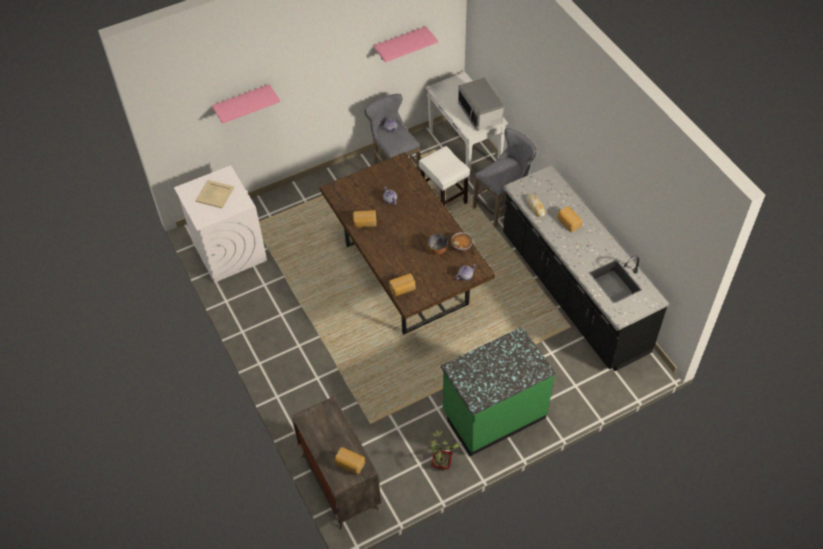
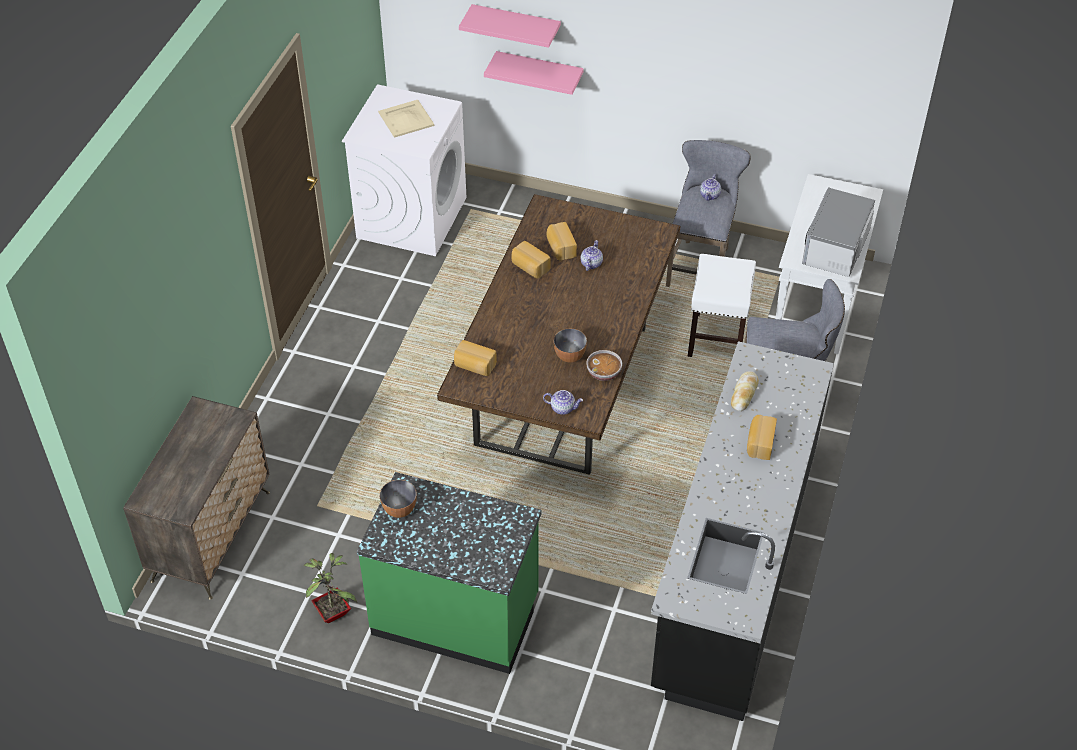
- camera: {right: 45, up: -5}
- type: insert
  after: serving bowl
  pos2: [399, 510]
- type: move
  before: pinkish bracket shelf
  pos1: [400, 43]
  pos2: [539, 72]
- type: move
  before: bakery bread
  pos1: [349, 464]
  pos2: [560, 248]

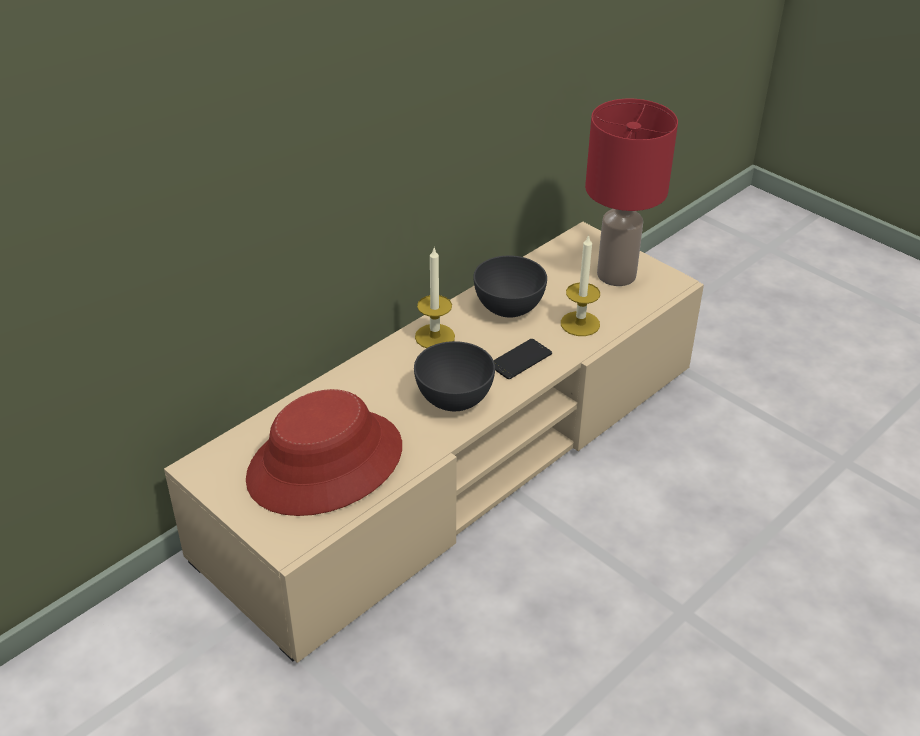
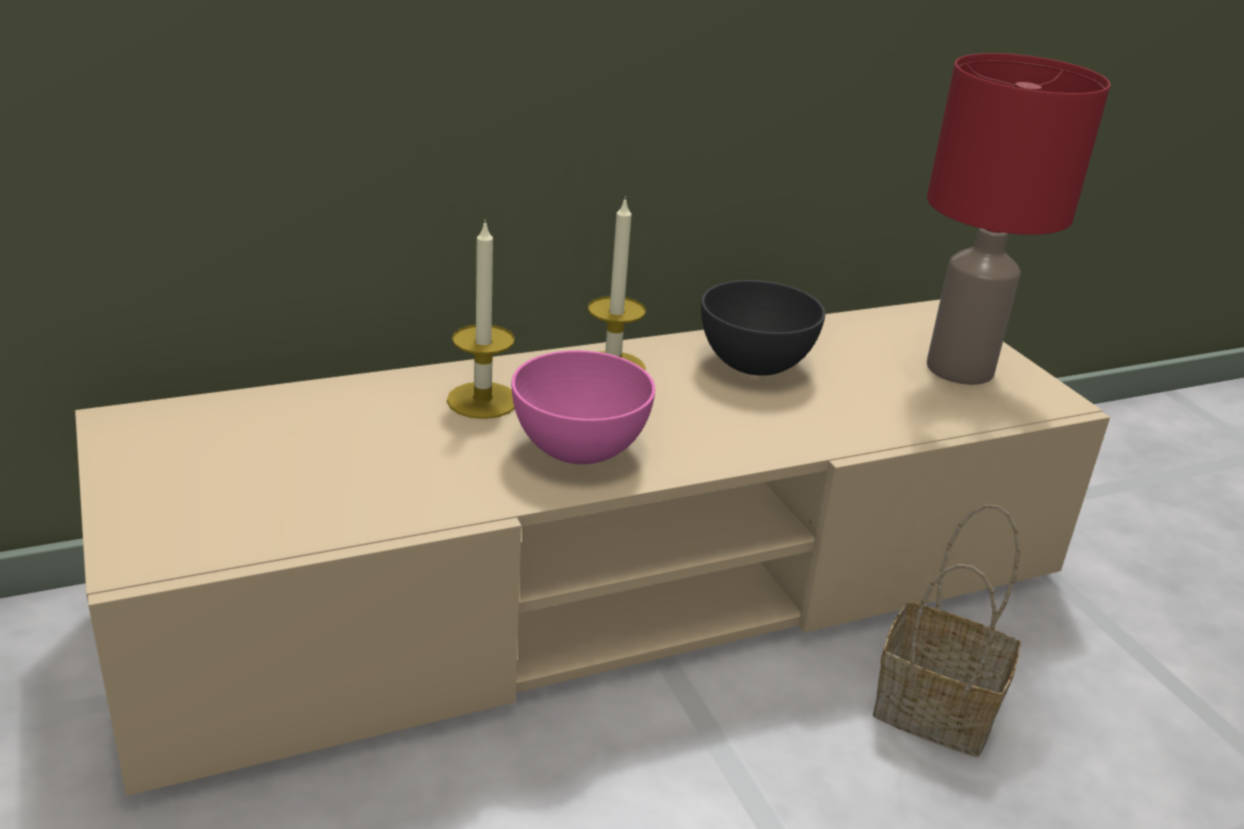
- camera: {right: 20, up: -10}
- type: move
  before: wax candle
  pos1: [580, 324]
  pos2: [482, 400]
- type: recolor
  before: greyish serving bowl
  after: pinkish serving bowl
  pos1: [454, 399]
  pos2: [579, 449]
- type: insert
  after: household basket
  pos2: [939, 711]
- type: delete
  before: red wearable hat
  pos1: [325, 464]
- type: delete
  before: handset
  pos1: [520, 359]

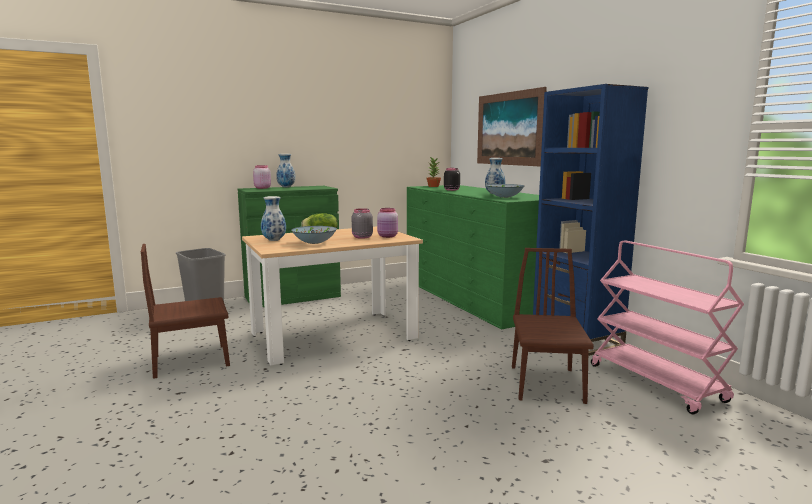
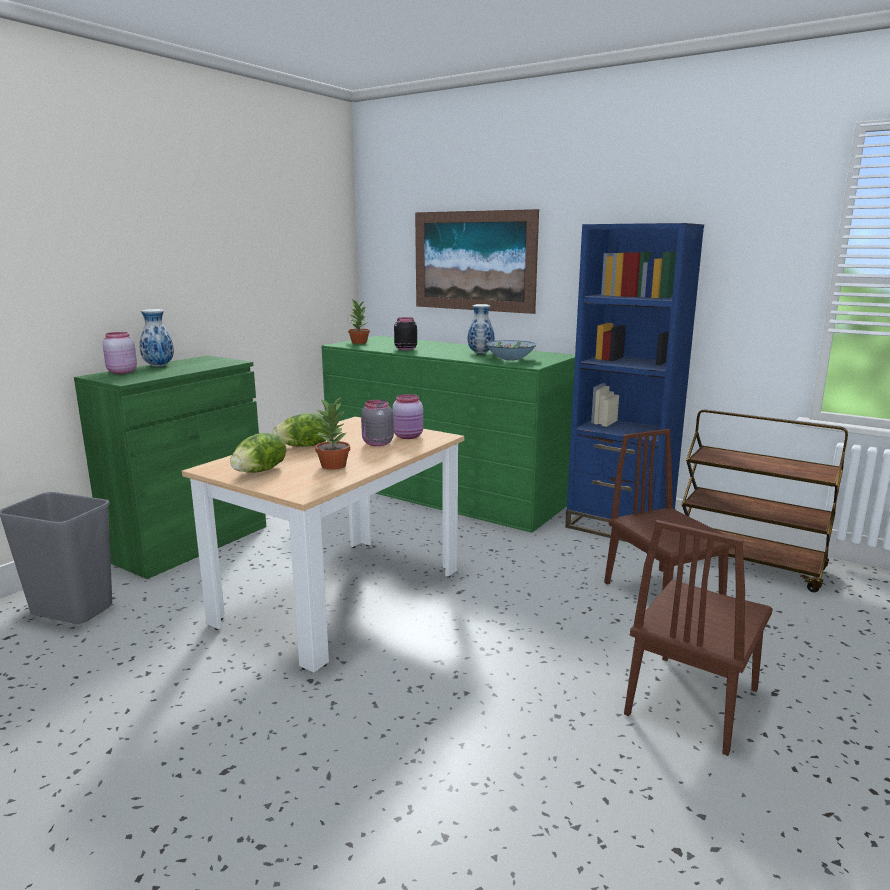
- camera: {right: -30, up: 5}
- type: replace
  before: vase
  after: lettuce head
  pos1: [274, 240]
  pos2: [261, 471]
- type: replace
  before: serving bowl
  after: plant in a pot
  pos1: [314, 242]
  pos2: [334, 466]
- type: move
  before: brown-coloured chair
  pos1: [191, 361]
  pos2: [692, 701]
- type: recolor
  before: pinkish cart
  after: brown-coloured cart
  pos1: [657, 383]
  pos2: [749, 564]

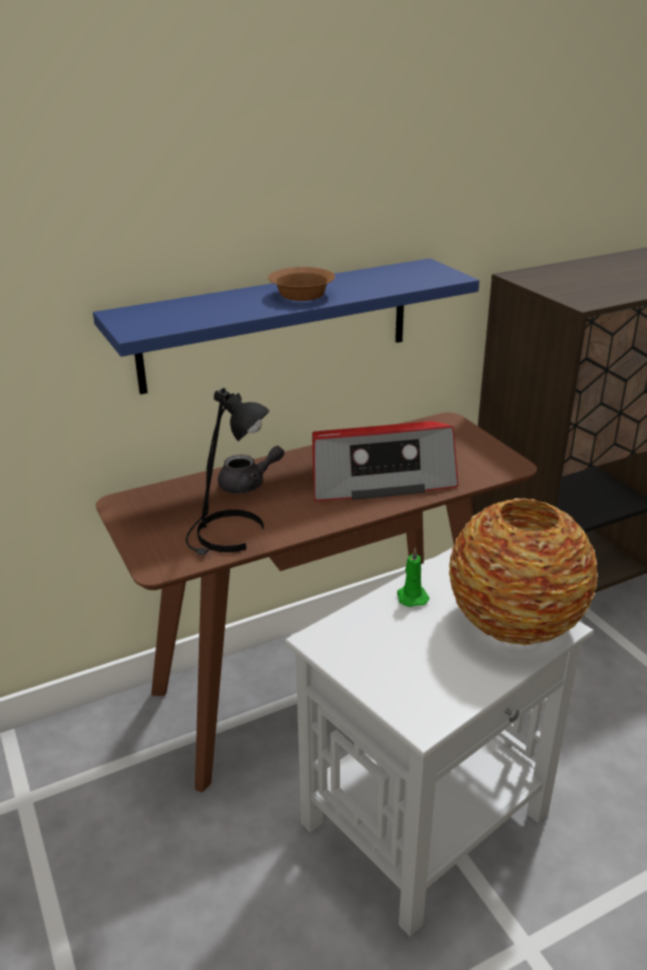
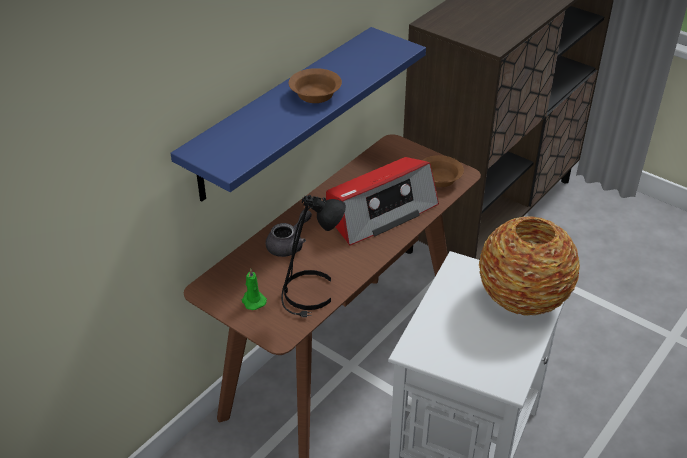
- camera: {right: -25, up: 10}
- type: move
  before: green-coloured wax candle
  pos1: [411, 596]
  pos2: [253, 301]
- type: insert
  after: brown-coloured serving bowl
  pos2: [441, 179]

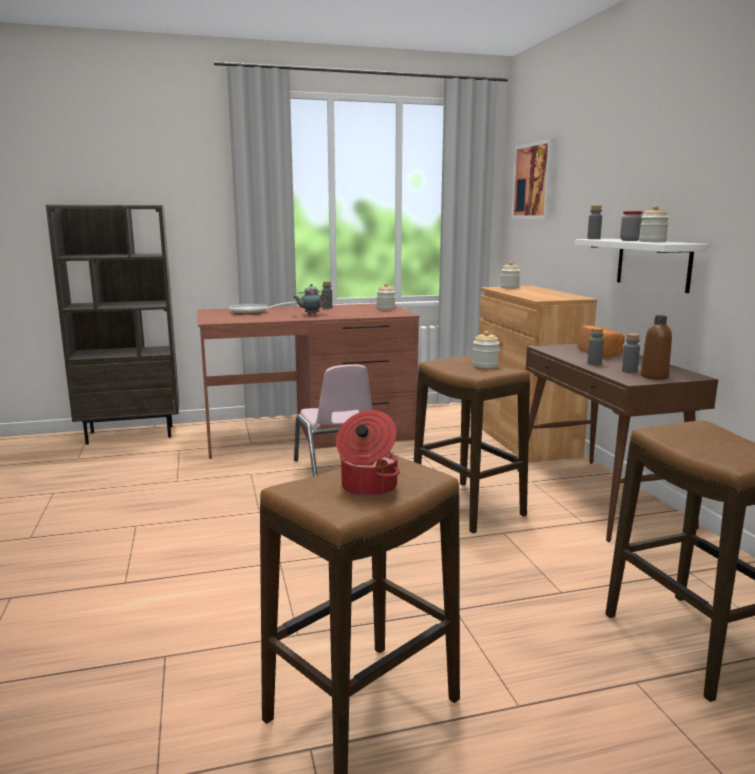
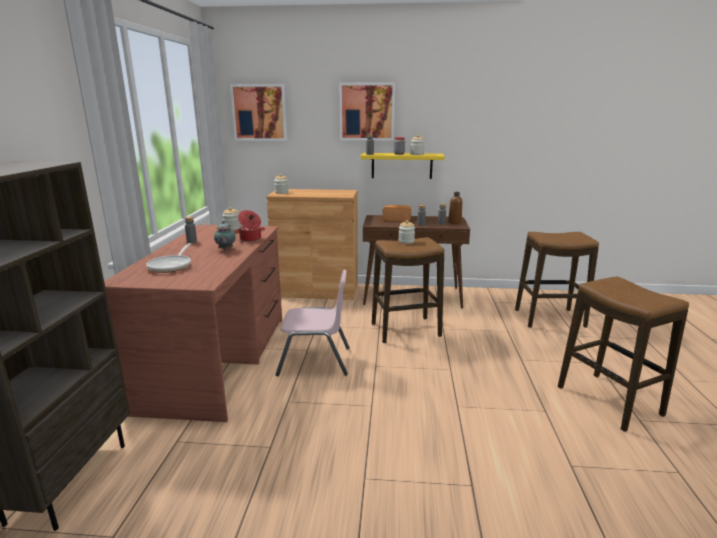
- camera: {right: -70, up: 5}
- type: move
  before: stockpot
  pos1: [367, 487]
  pos2: [250, 239]
- type: insert
  after: wall art
  pos2: [367, 112]
- type: recolor
  before: whitish bracket shelf
  after: yellow-coloured bracket shelf
  pos1: [653, 264]
  pos2: [401, 165]

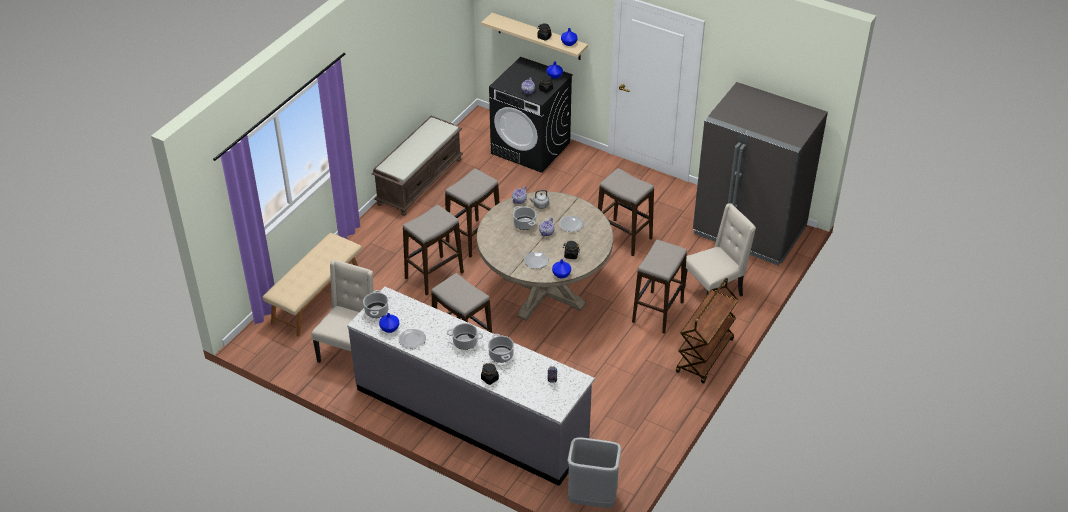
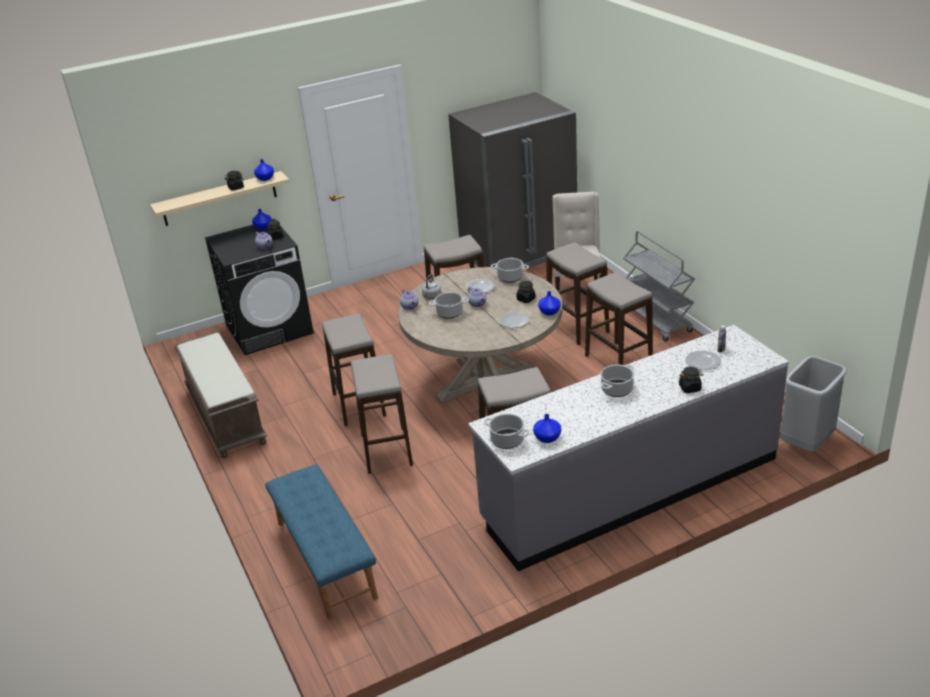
- camera: {right: -55, up: -10}
- type: recolor
  before: beige bench
  after: blue bench
  pos1: [316, 297]
  pos2: [324, 559]
- type: move
  before: stockpot
  pos1: [501, 355]
  pos2: [510, 278]
- type: insert
  after: stool seat
  pos2: [618, 361]
- type: recolor
  before: brown-coloured cart
  after: greyish cart
  pos1: [705, 356]
  pos2: [657, 321]
- type: move
  before: plate
  pos1: [412, 340]
  pos2: [703, 362]
- type: delete
  before: beige chair
  pos1: [349, 351]

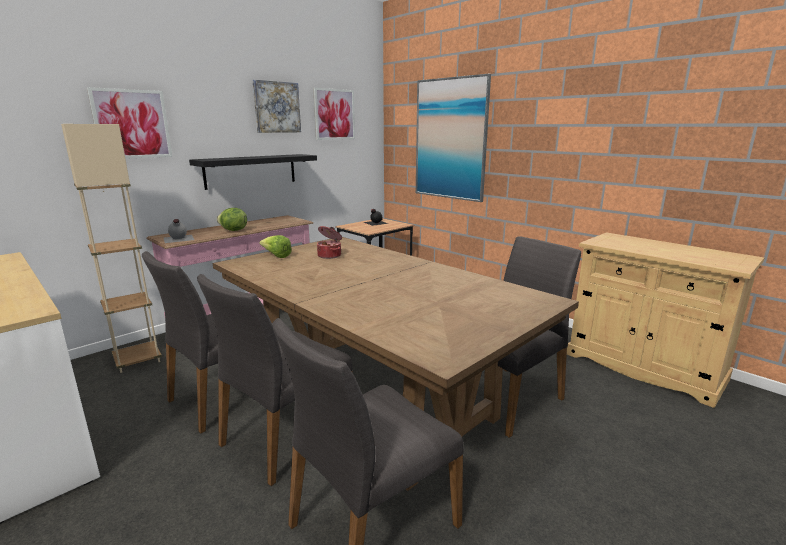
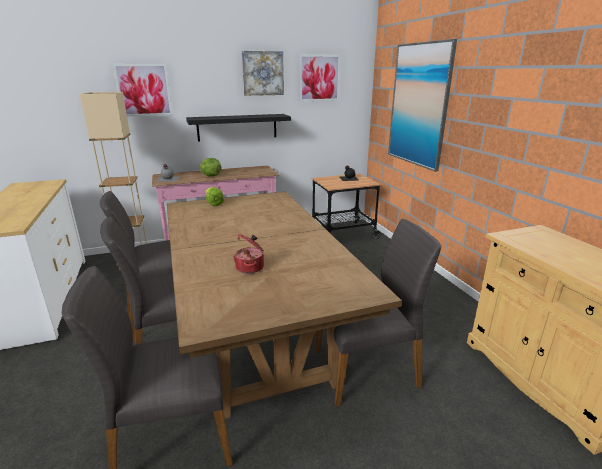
- camera: {right: 25, up: 5}
- type: move
  before: stockpot
  pos1: [330, 255]
  pos2: [250, 267]

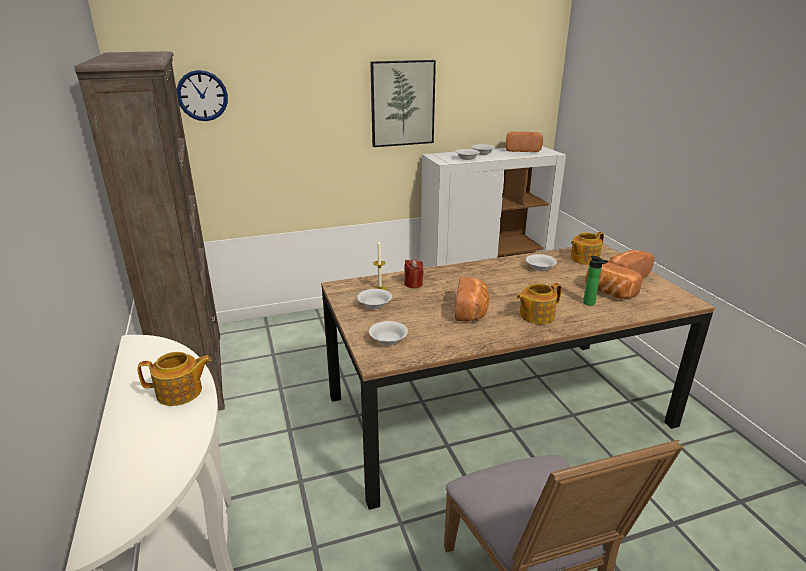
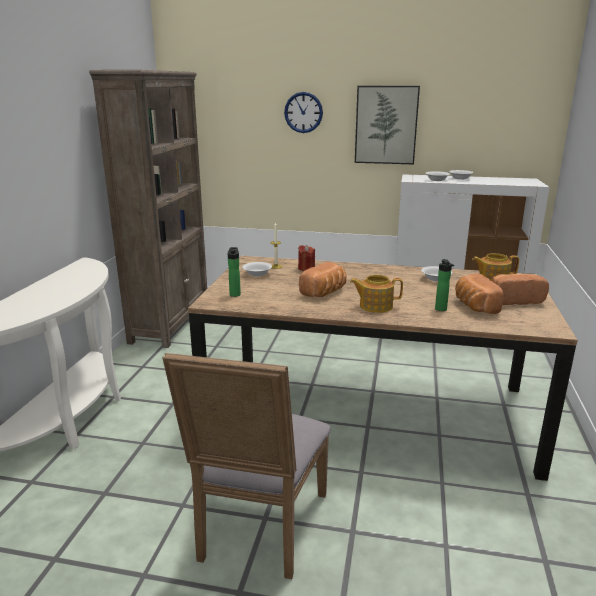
- camera: {right: 30, up: -5}
- type: replace
  before: whitish serving bowl
  after: bottle
  pos1: [388, 340]
  pos2: [235, 294]
- type: move
  before: wall clock
  pos1: [202, 95]
  pos2: [303, 112]
- type: delete
  before: pot for tea
  pos1: [180, 392]
- type: delete
  before: bakery bread
  pos1: [522, 150]

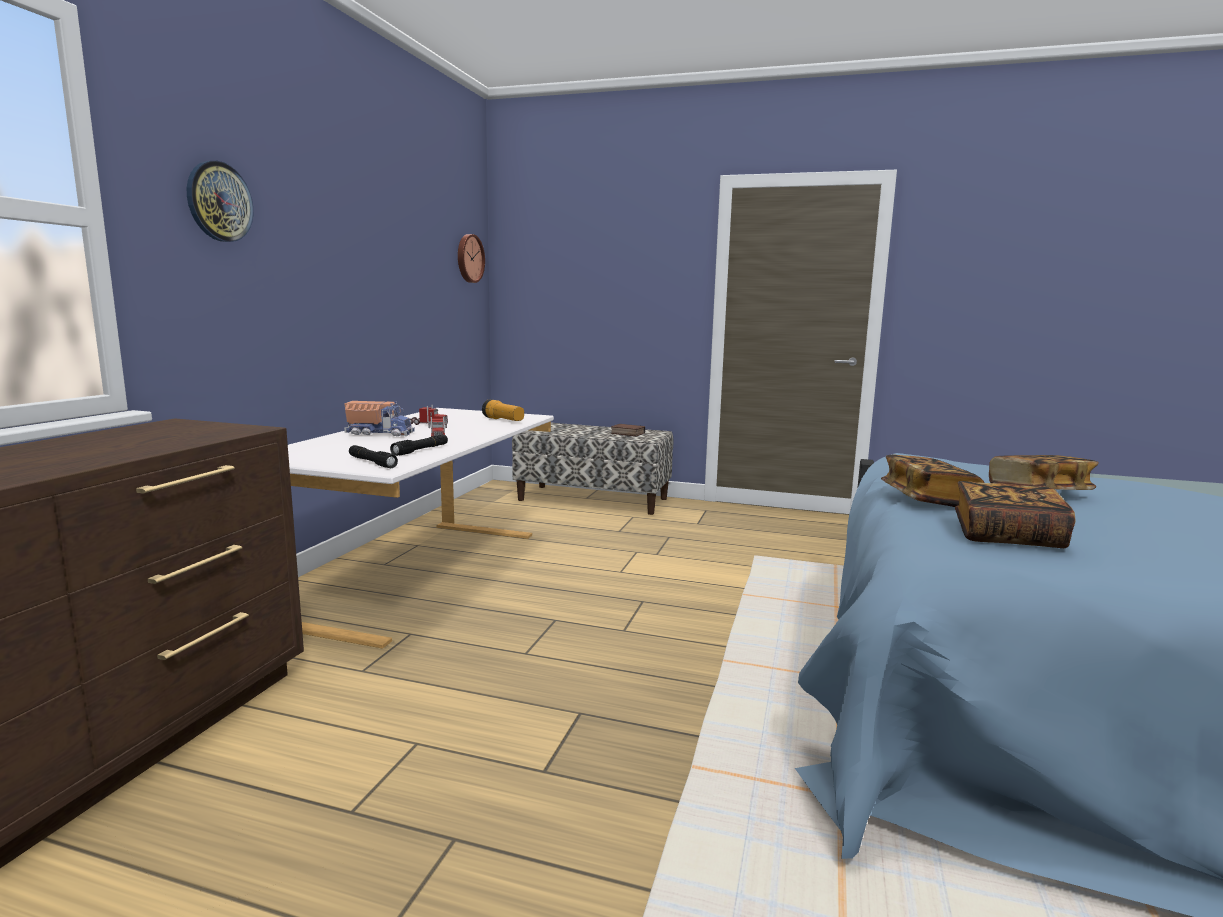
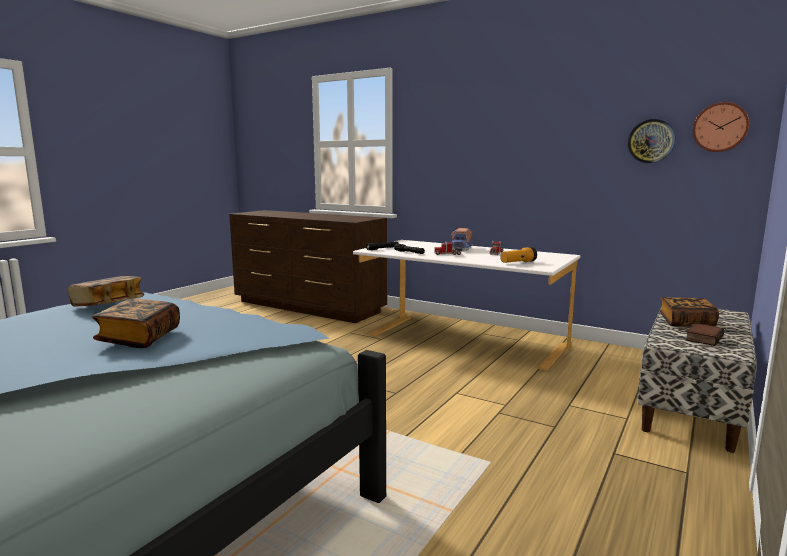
- camera: {right: 105, up: 0}
- type: move
  before: wall clock
  pos1: [219, 202]
  pos2: [651, 141]
- type: move
  before: bound book
  pos1: [927, 500]
  pos2: [686, 323]

